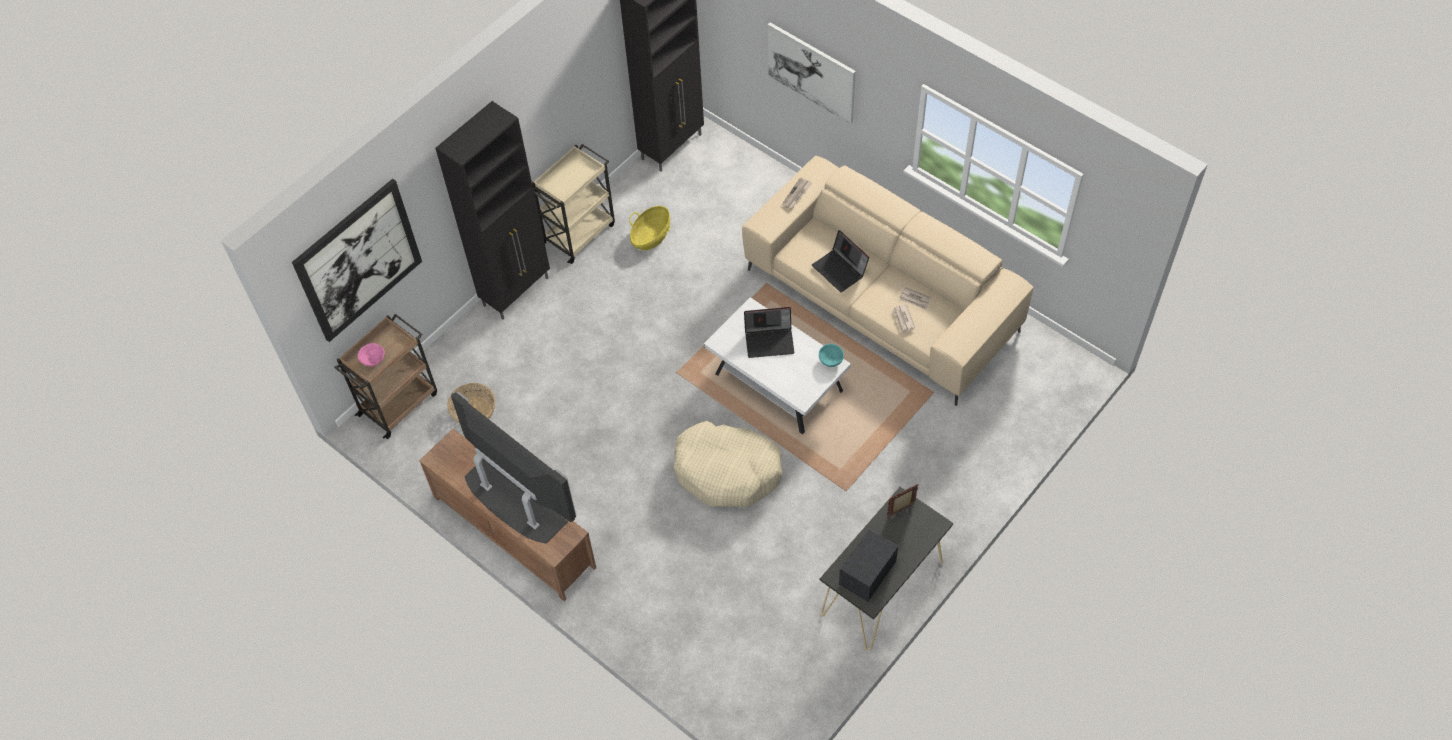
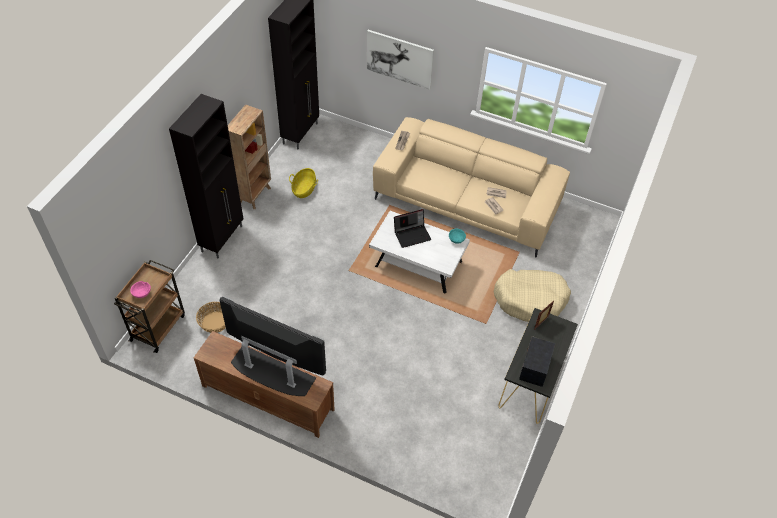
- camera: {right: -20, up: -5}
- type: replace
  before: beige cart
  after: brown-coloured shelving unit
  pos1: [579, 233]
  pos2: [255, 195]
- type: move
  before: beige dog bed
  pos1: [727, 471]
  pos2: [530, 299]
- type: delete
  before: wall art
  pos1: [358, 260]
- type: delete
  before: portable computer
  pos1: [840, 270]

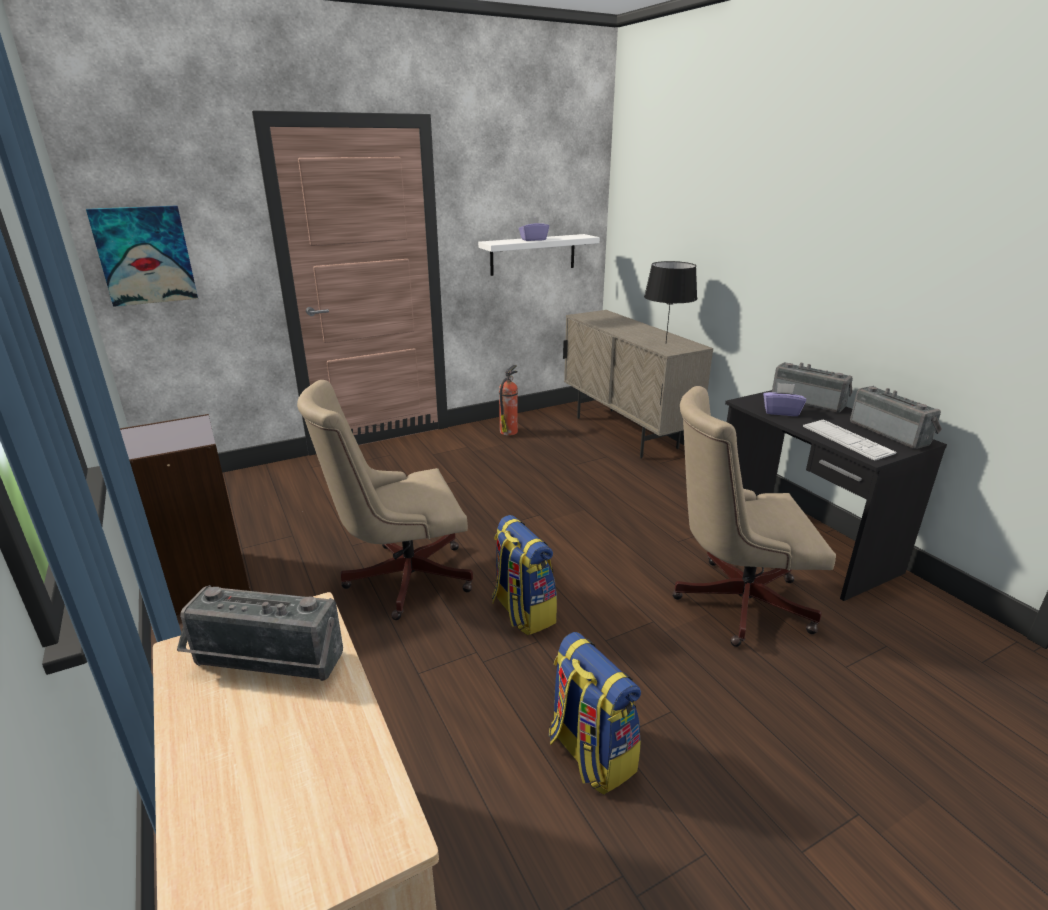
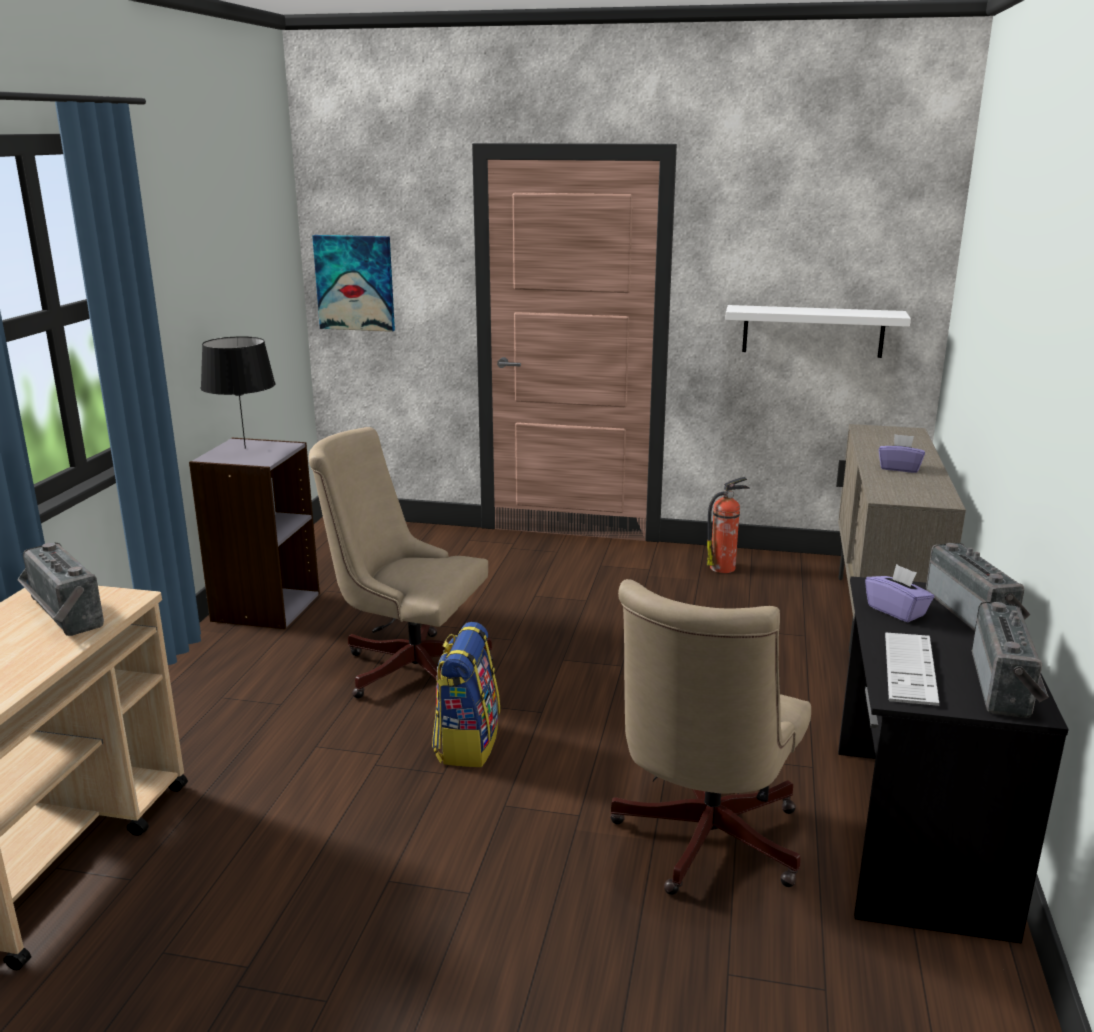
- camera: {right: 40, up: -5}
- type: move
  before: black lamp for a table
  pos1: [665, 343]
  pos2: [245, 448]
- type: rotate
  before: beige computer chair
  pos1: [732, 601]
  pos2: [702, 844]
  turn: -105
- type: move
  before: purple-coloured tissue box
  pos1: [533, 239]
  pos2: [899, 468]
- type: delete
  before: rucksack
  pos1: [589, 754]

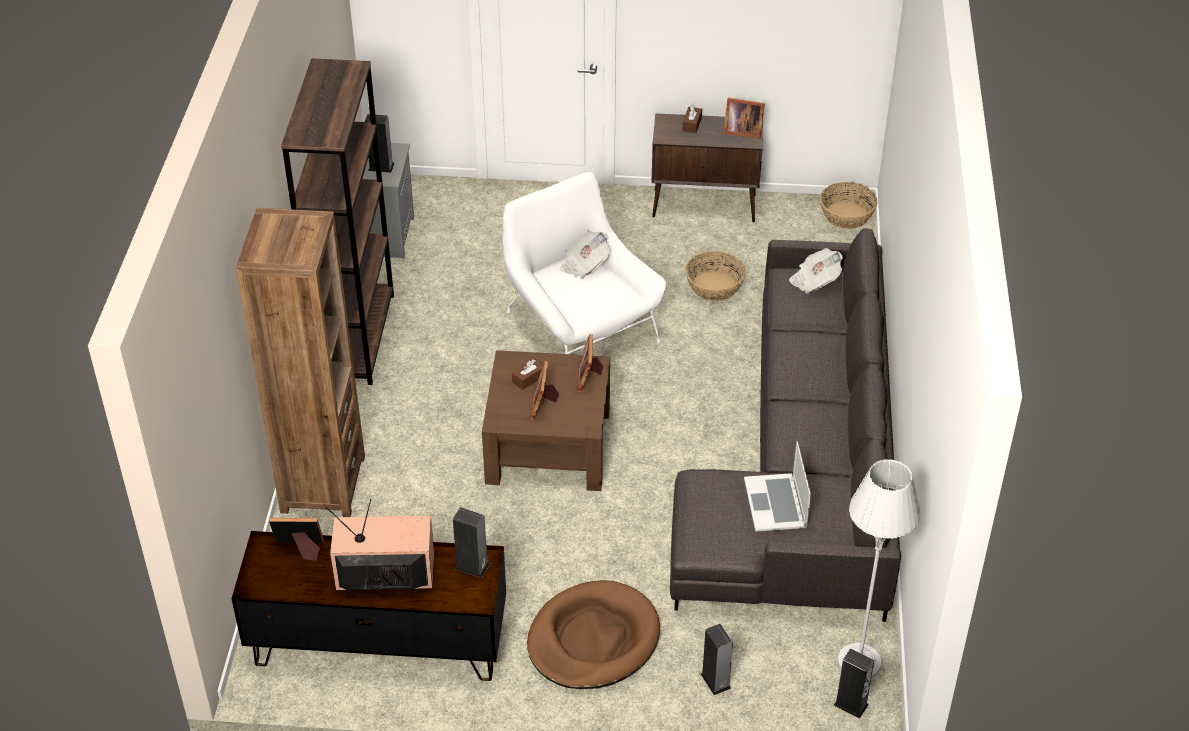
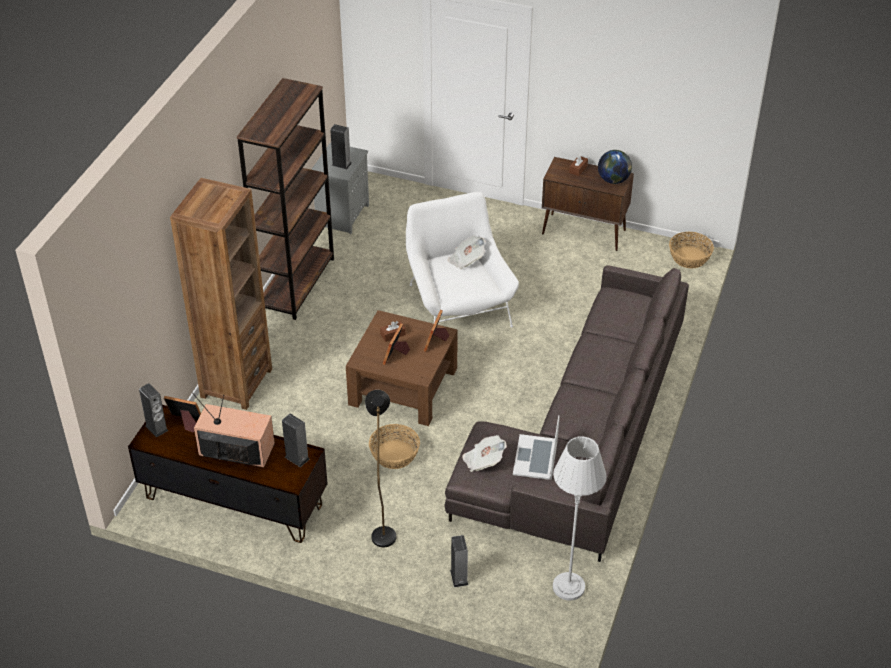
- camera: {right: 15, up: 0}
- type: move
  before: speaker
  pos1: [851, 705]
  pos2: [156, 428]
- type: replace
  before: brown-coloured dog bed
  after: black floor lamp
  pos1: [593, 639]
  pos2: [383, 530]
- type: move
  before: household basket
  pos1: [714, 286]
  pos2: [394, 454]
- type: move
  before: printed paper
  pos1: [814, 281]
  pos2: [483, 461]
- type: replace
  before: picture frame
  after: desk globe
  pos1: [741, 131]
  pos2: [613, 180]

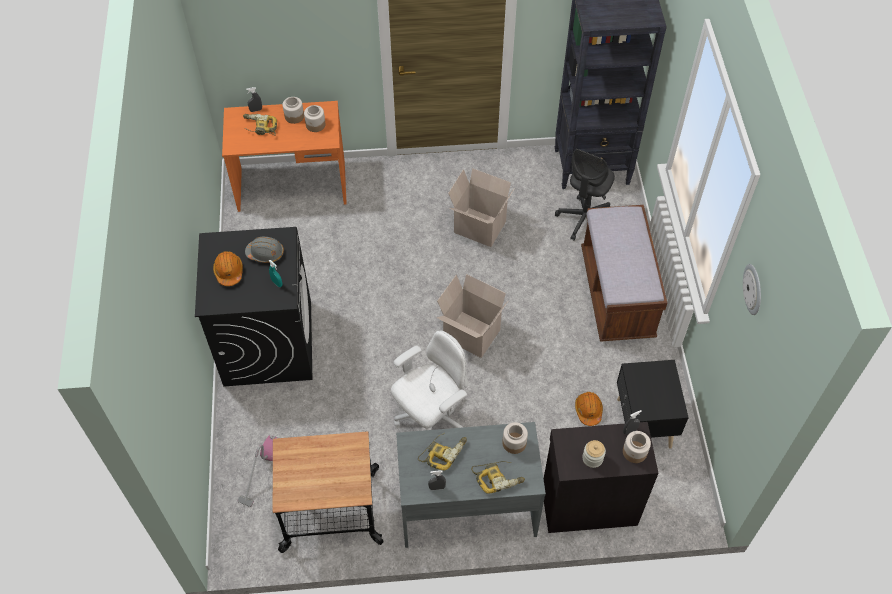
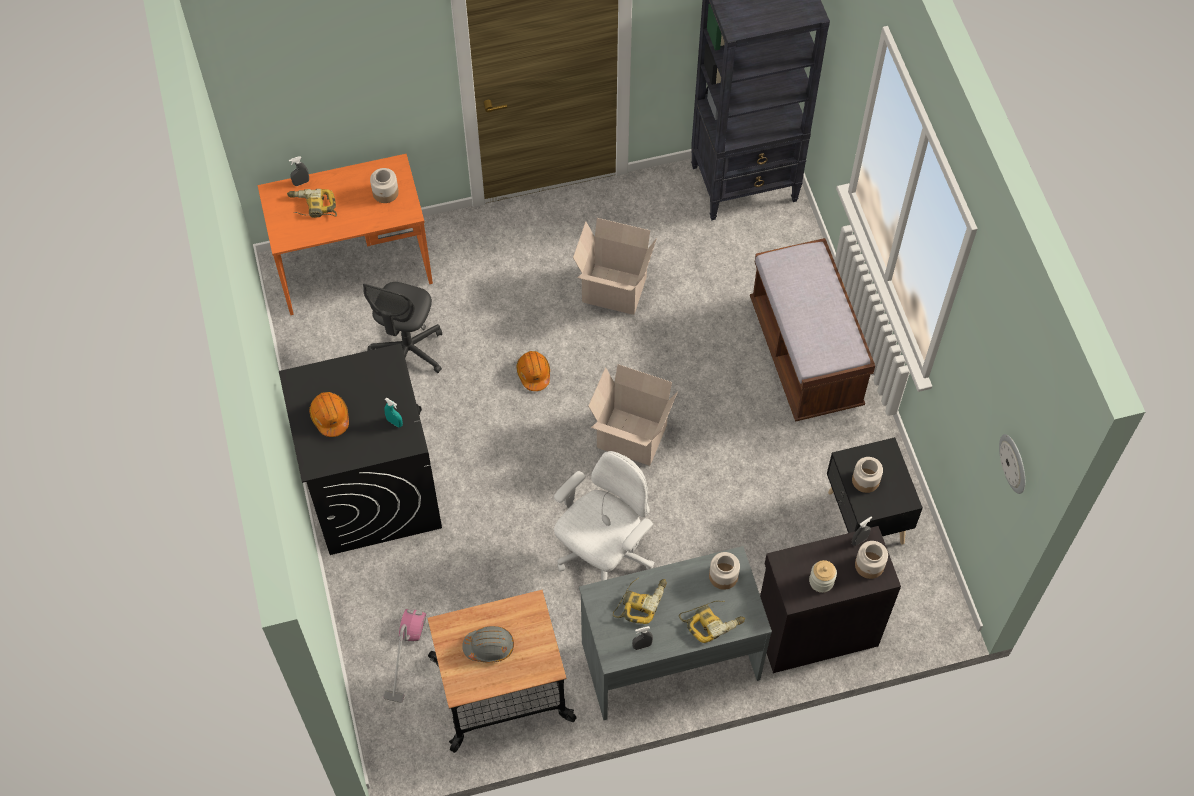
- camera: {right: -10, up: 5}
- type: move
  before: greyish computer chair
  pos1: [584, 219]
  pos2: [408, 352]
- type: move
  before: greyish work helmet
  pos1: [265, 253]
  pos2: [489, 646]
- type: move
  before: orange work helmet
  pos1: [588, 410]
  pos2: [533, 373]
- type: move
  before: preserve jar
  pos1: [294, 116]
  pos2: [865, 480]
- type: move
  before: wall clock
  pos1: [753, 289]
  pos2: [1014, 463]

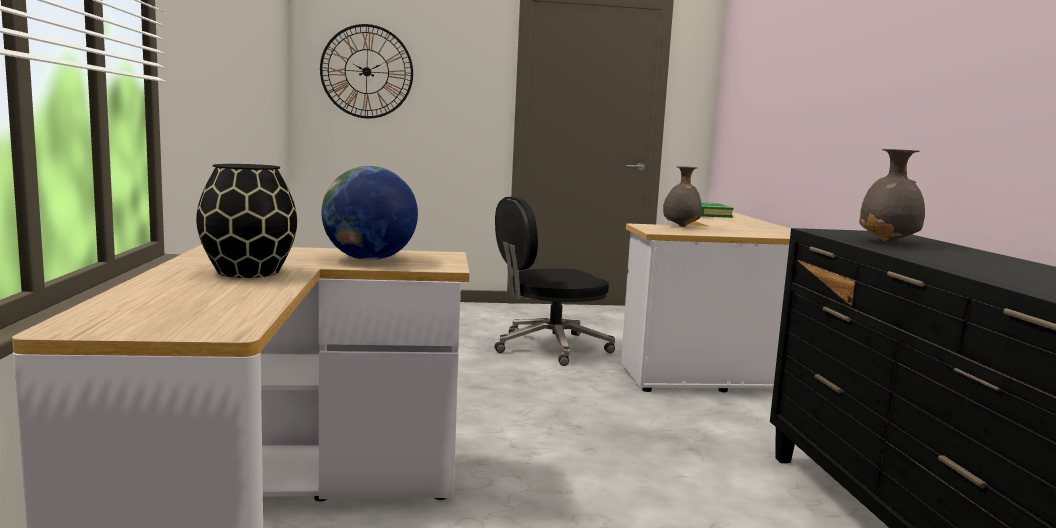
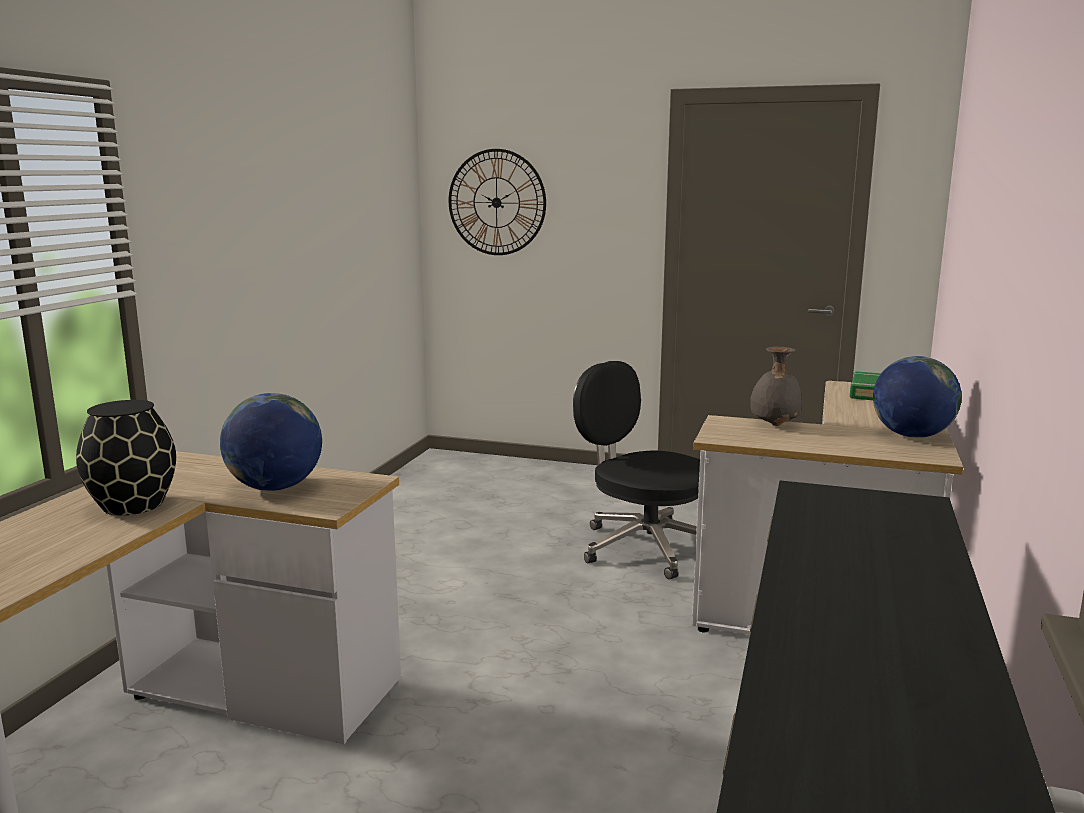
- camera: {right: 25, up: 5}
- type: rotate
  before: black computer chair
  pos1: [549, 347]
  pos2: [644, 547]
  turn: 45
- type: insert
  after: desk globe
  pos2: [911, 436]
- type: delete
  before: greyish vase
  pos1: [889, 242]

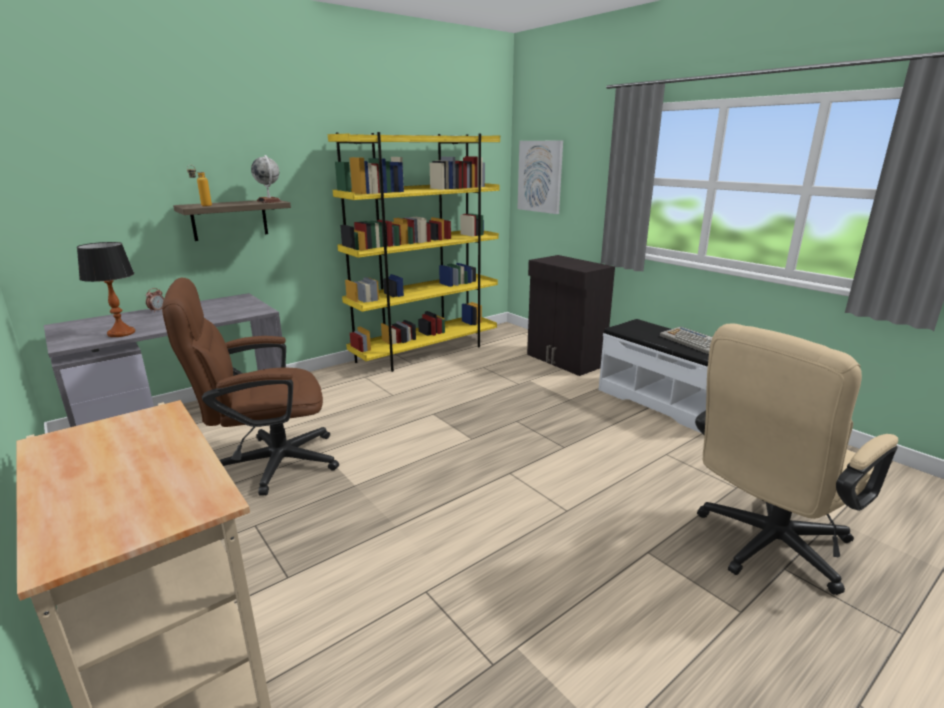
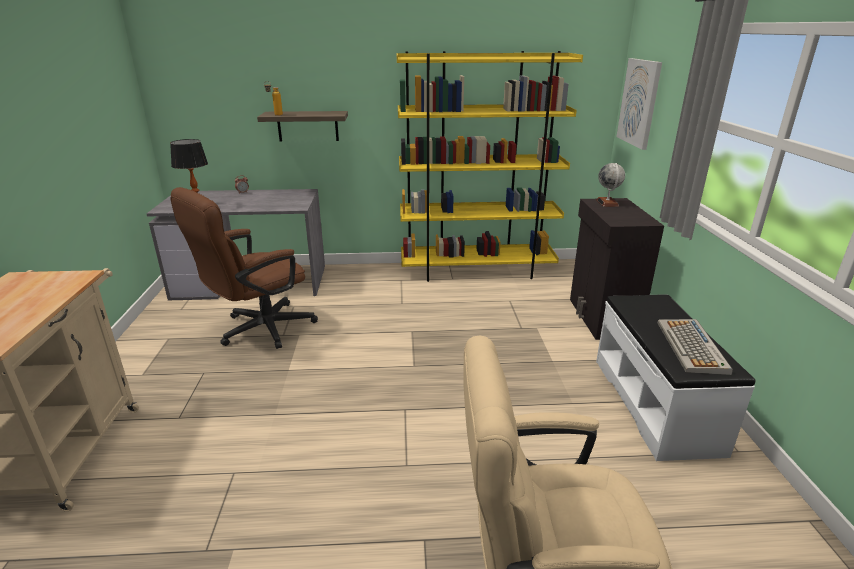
- camera: {right: 35, up: 5}
- type: rotate
  before: brown-coloured computer chair
  pos1: [267, 464]
  pos2: [258, 330]
  turn: -60
- type: move
  before: desk globe
  pos1: [269, 201]
  pos2: [607, 203]

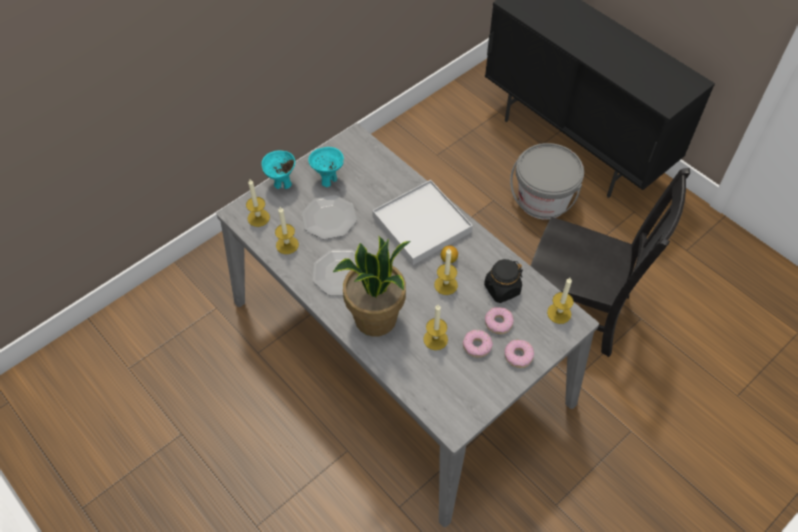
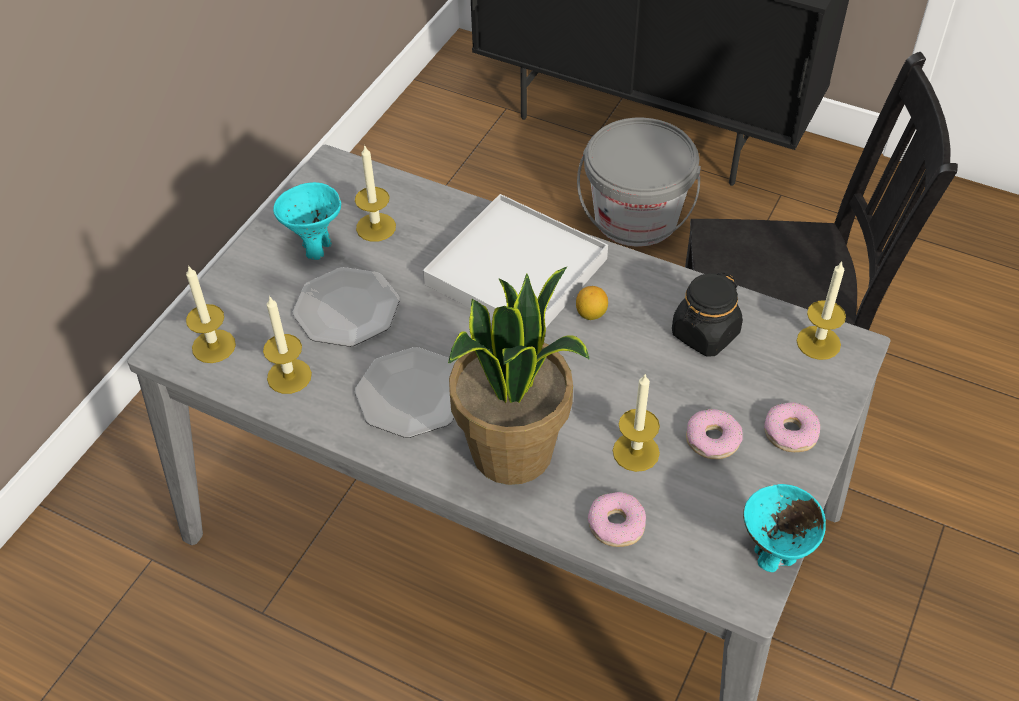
- camera: {right: -20, up: -5}
- type: move
  before: wax candle
  pos1: [446, 285]
  pos2: [376, 227]
- type: move
  before: doughnut
  pos1: [498, 323]
  pos2: [616, 524]
- type: move
  before: turquoise serving bowl
  pos1: [282, 184]
  pos2: [774, 556]

